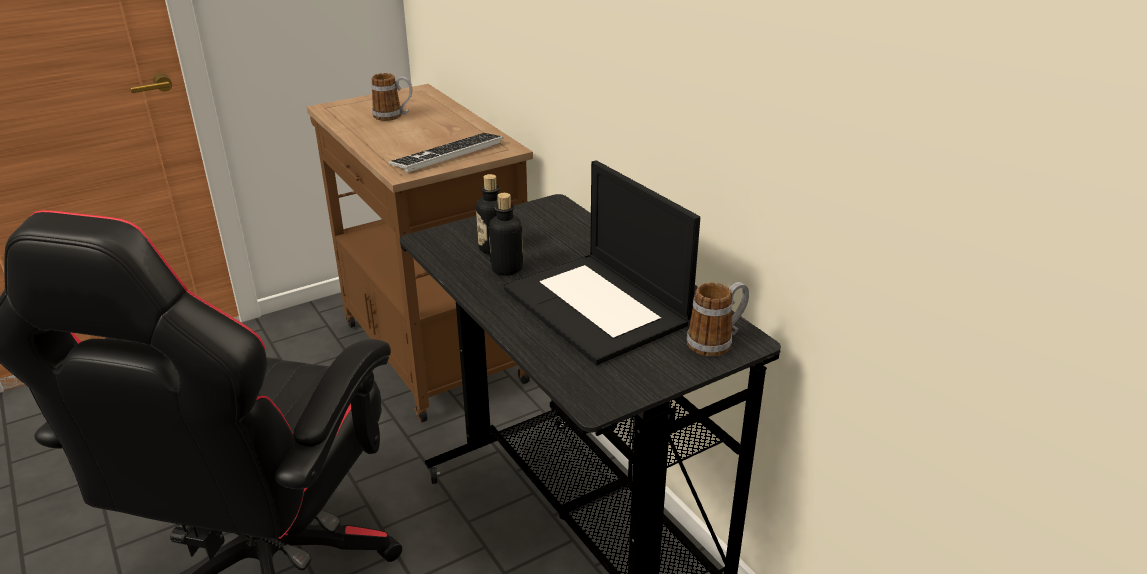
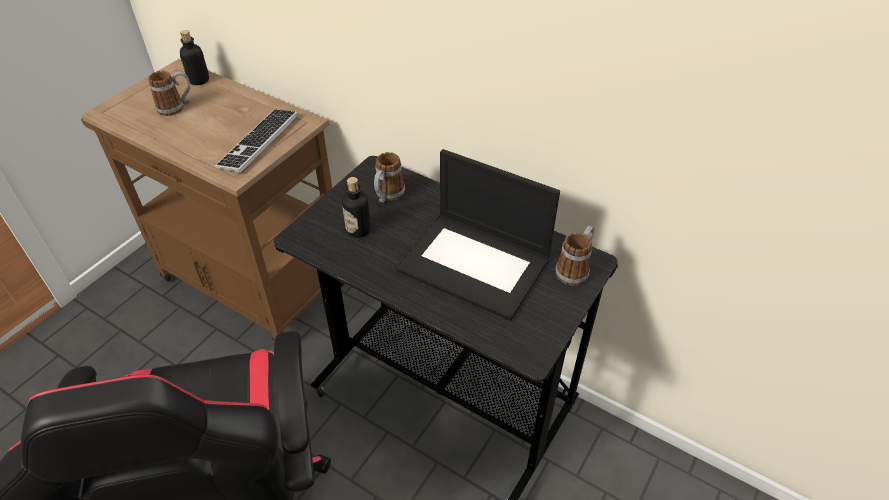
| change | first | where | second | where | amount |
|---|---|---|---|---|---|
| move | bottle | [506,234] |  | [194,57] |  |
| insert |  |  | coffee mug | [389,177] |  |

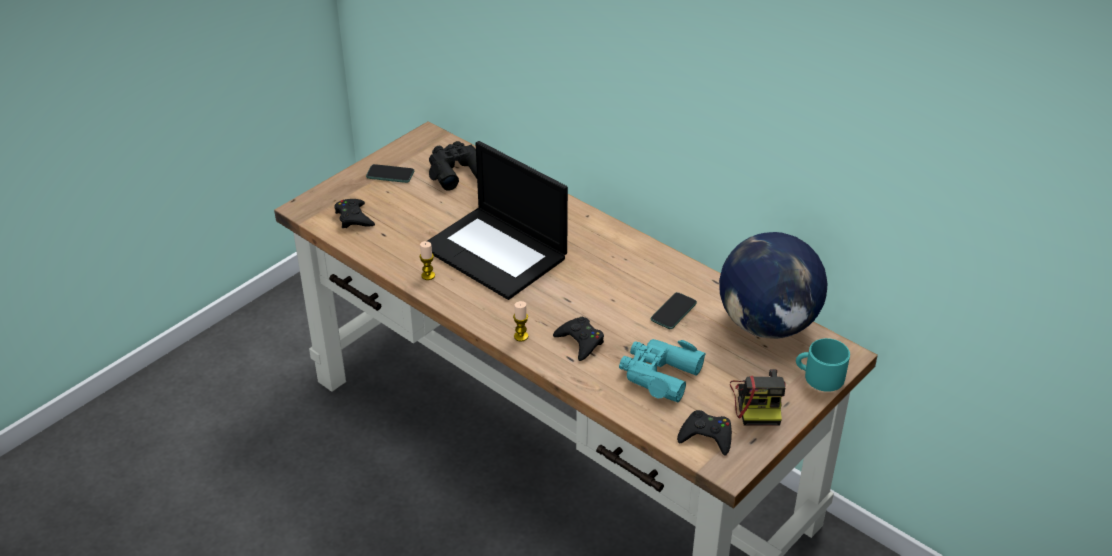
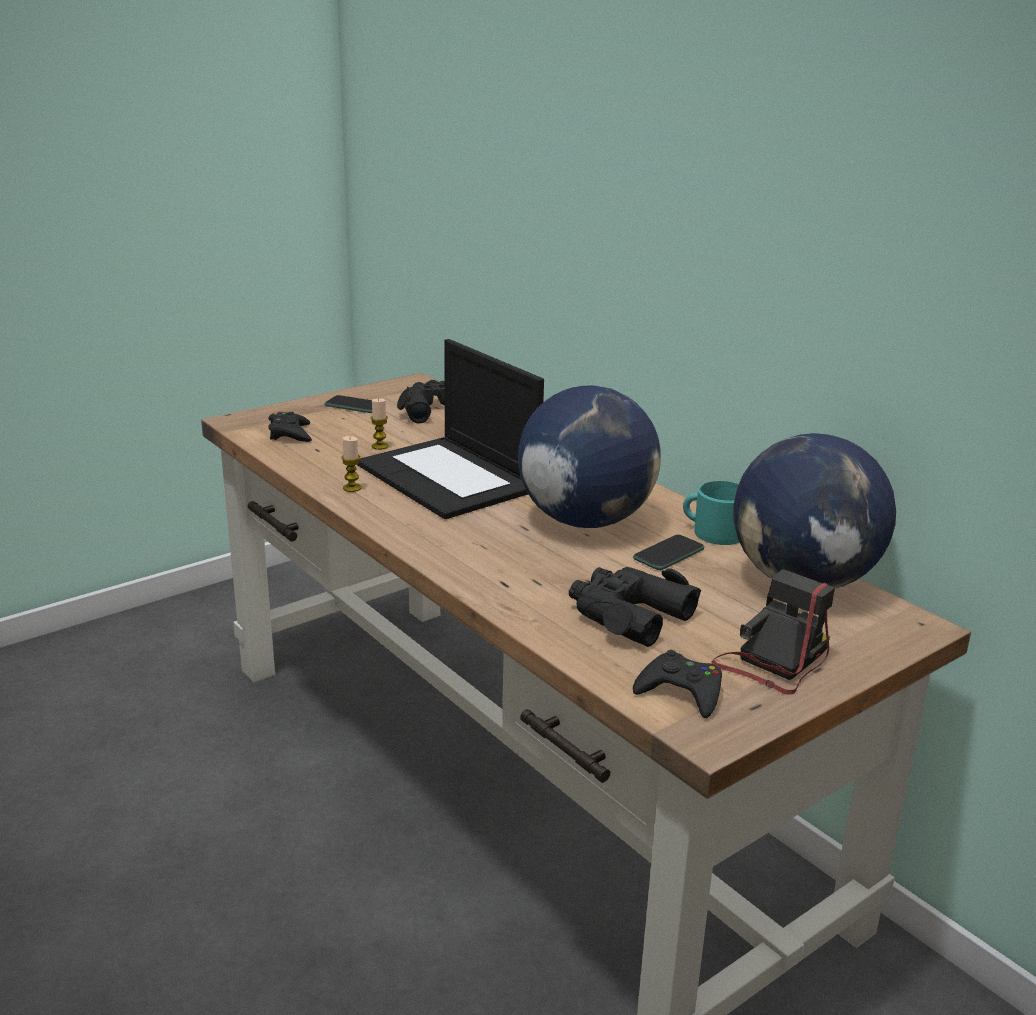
| change | first | where | second | where | amount |
|---|---|---|---|---|---|
| move | candle | [520,321] |  | [379,424] |  |
| insert |  |  | globe | [589,456] |  |
| recolor | field glasses/turquoise-coloured | [662,370] | field glasses/black | [635,607] |  |
| move | coffee mug/turquoise-coloured | [823,365] |  | [711,513] |  |
| rotate | still camera | [758,397] |  | [773,632] | 150 degrees counterclockwise |
| delete | gamepad/black | [578,339] |  |  |  |

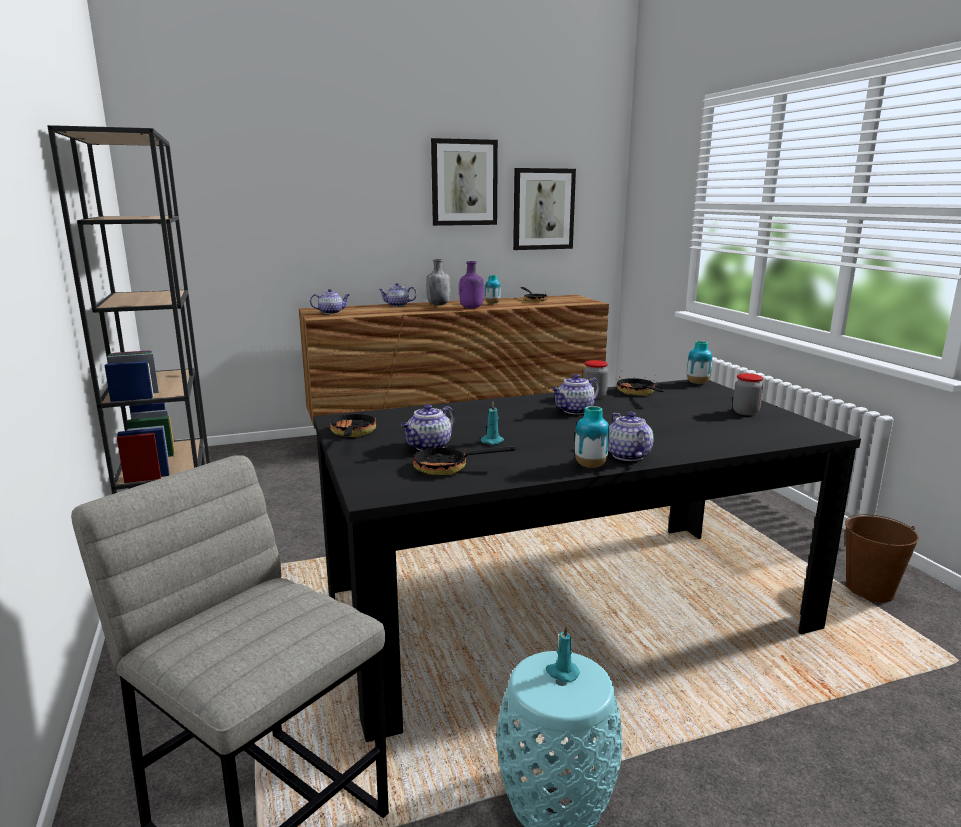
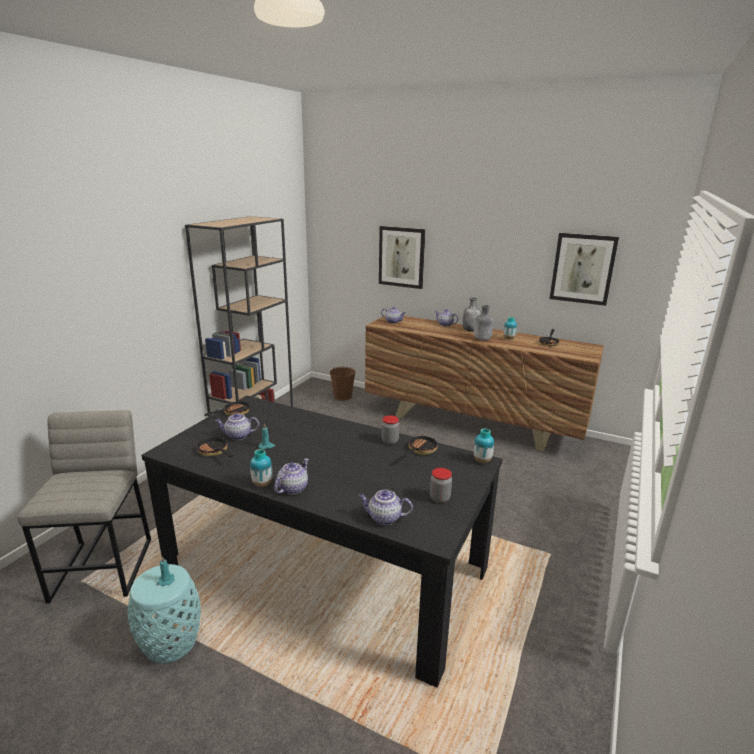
| change | first | where | second | where | amount |
|---|---|---|---|---|---|
| move | bucket/brown | [882,558] |  | [343,384] |  |
| move | tea pot | [575,394] |  | [385,507] |  |
| move | wall art | [464,182] |  | [402,257] |  |
| recolor | bottle/purple-coloured | [471,284] | bottle/grey | [484,323] |  |

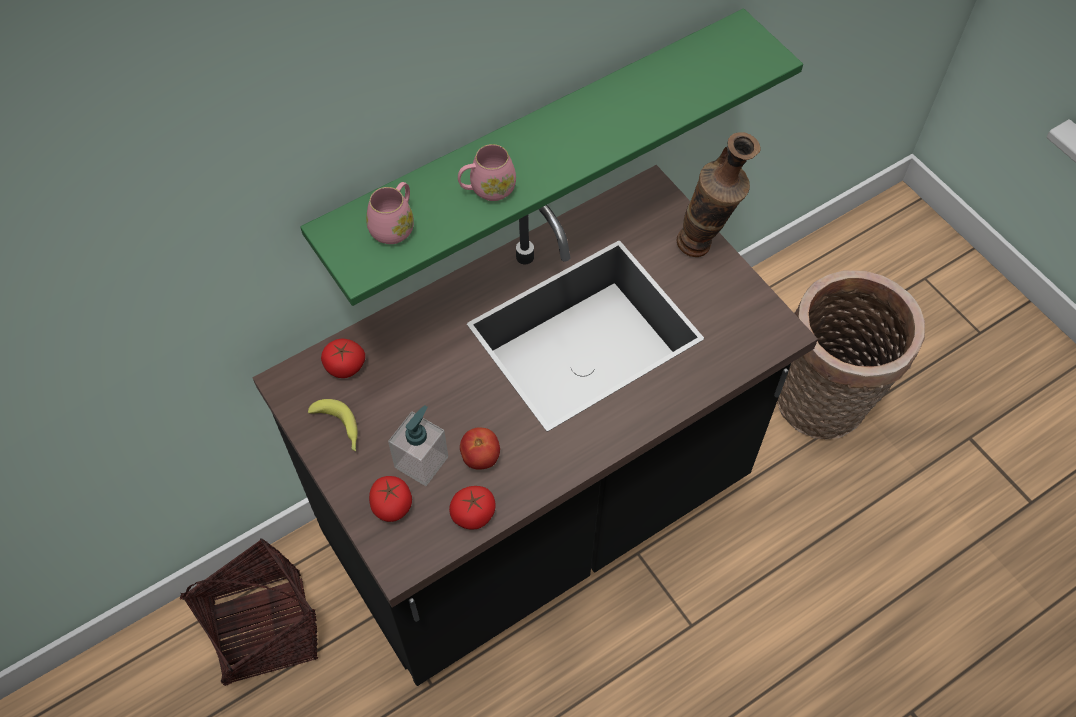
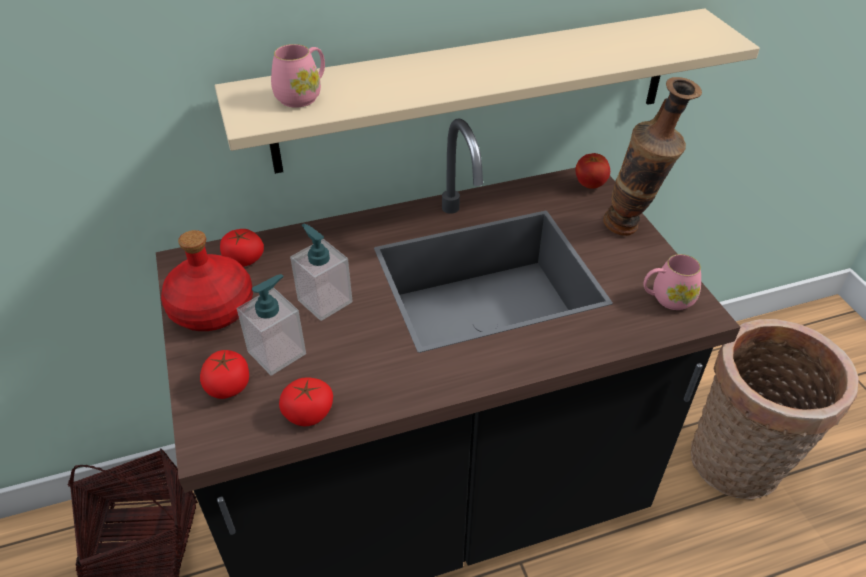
| change | first | where | second | where | amount |
|---|---|---|---|---|---|
| replace | banana | [333,425] | bottle/red-coloured | [207,280] |  |
| recolor | shelf/greenish | [551,157] | shelf/sand-coloured | [487,91] |  |
| insert |  |  | soap bottle | [321,272] |  |
| move | fresh tomato | [480,448] |  | [592,171] |  |
| move | coffee mug/pink-coloured | [487,172] |  | [672,282] |  |

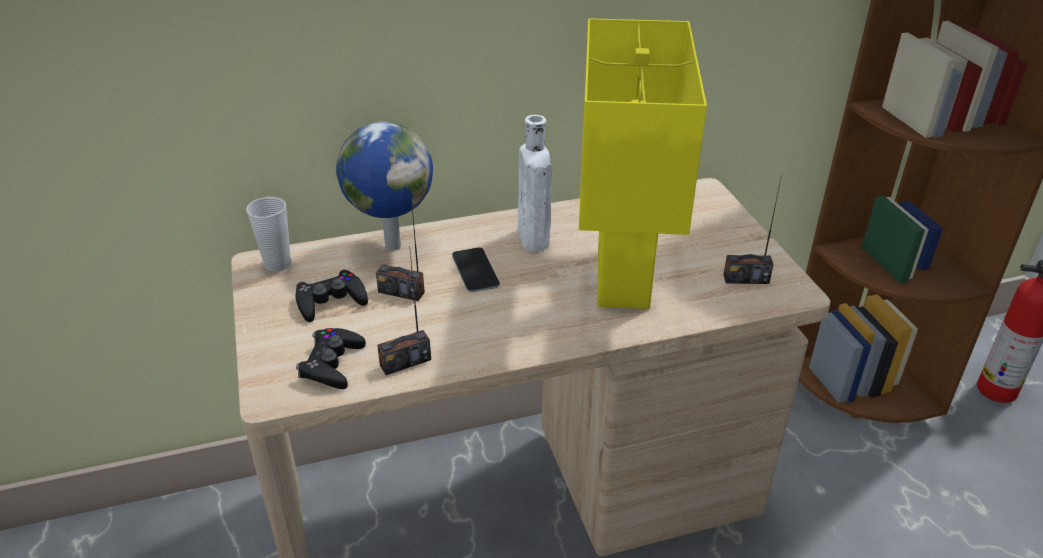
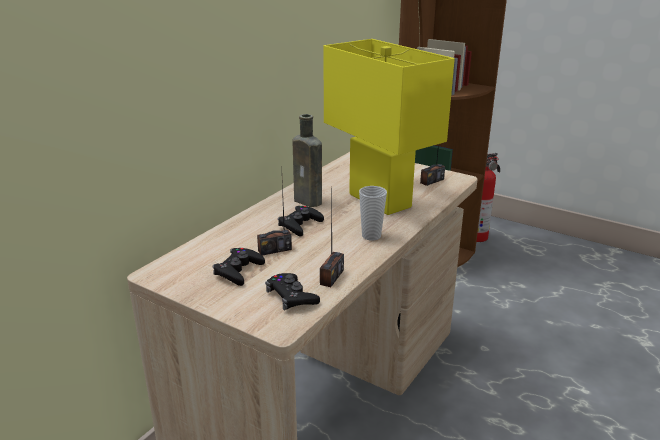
| change | first | where | second | where | amount |
|---|---|---|---|---|---|
| replace | phone | [476,269] | gamepad/black | [301,221] |  |
| recolor | bottle/whitish | [535,183] | bottle/brown | [307,160] |  |
| move | cup | [268,234] |  | [373,213] |  |
| delete | globe | [384,186] |  |  |  |

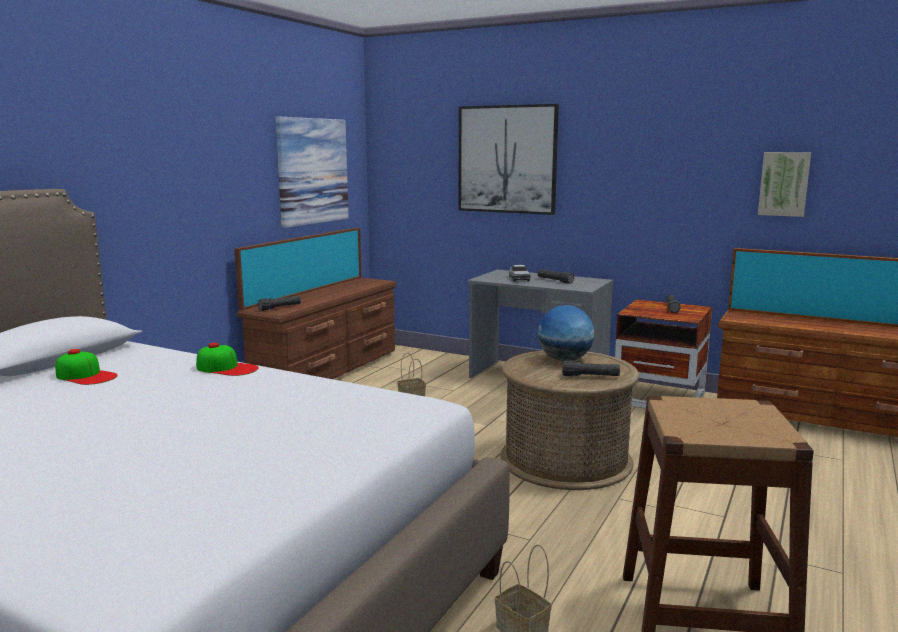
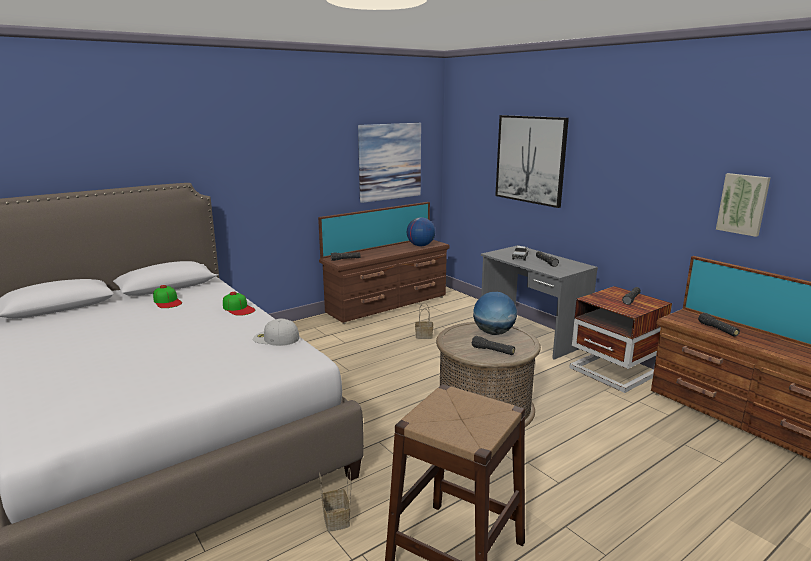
| change | first | where | second | where | amount |
|---|---|---|---|---|---|
| insert |  |  | peaked cap/whitish | [276,332] |  |
| insert |  |  | globe | [421,231] |  |
| insert |  |  | flashlight/black | [719,325] |  |

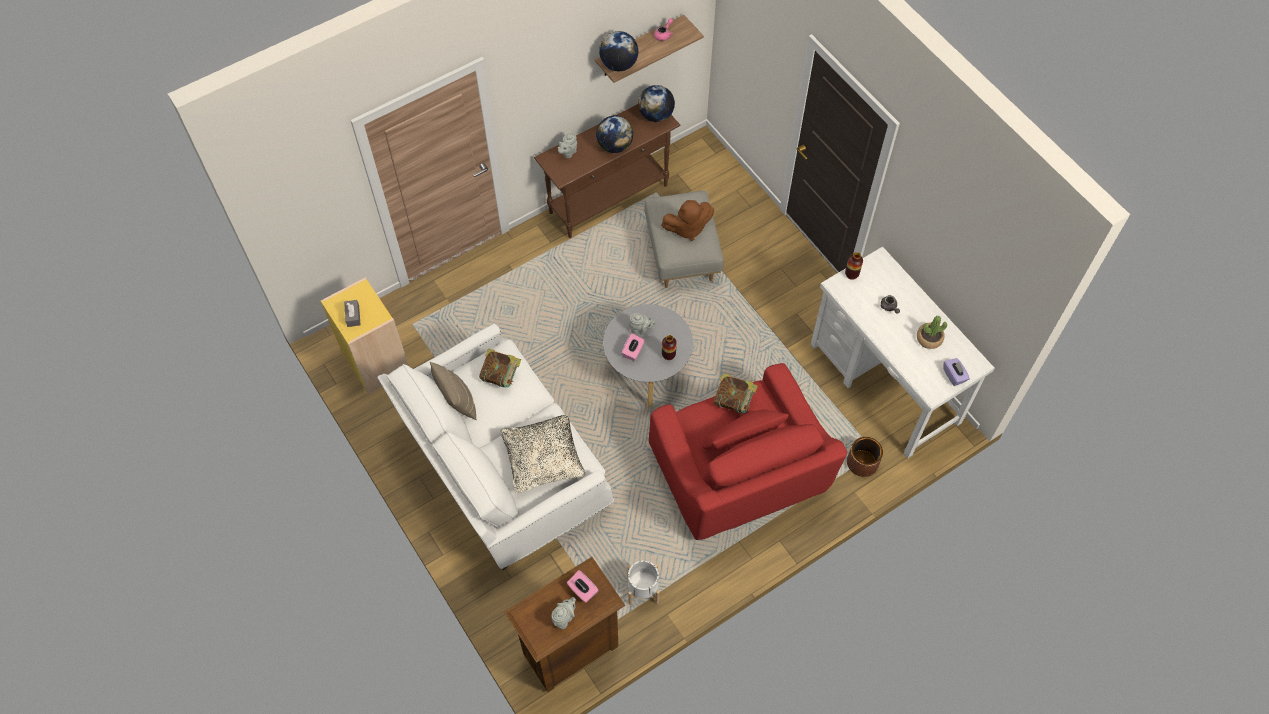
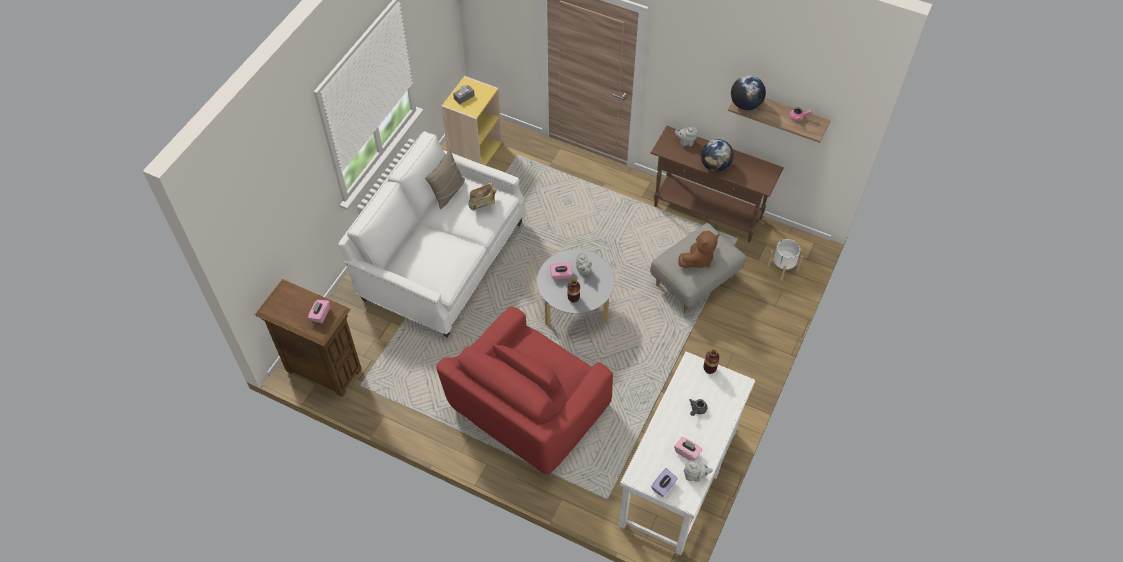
| change | first | where | second | where | amount |
|---|---|---|---|---|---|
| replace | plant in a pot | [932,332] | tissue holder/pink-coloured | [688,449] |  |
| rotate | cuddly toy/brown | [687,220] |  | [698,249] | 90 degrees counterclockwise |
| move | tea pot/grey | [563,613] |  | [698,471] |  |
| move | flower pot/whitish | [643,582] |  | [785,260] |  |
| delete | cushion/sand-coloured | [543,454] |  |  |  |
| delete | globe | [656,103] |  |  |  |
| delete | volume | [736,393] |  |  |  |
| delete | flower pot/brown | [865,457] |  |  |  |

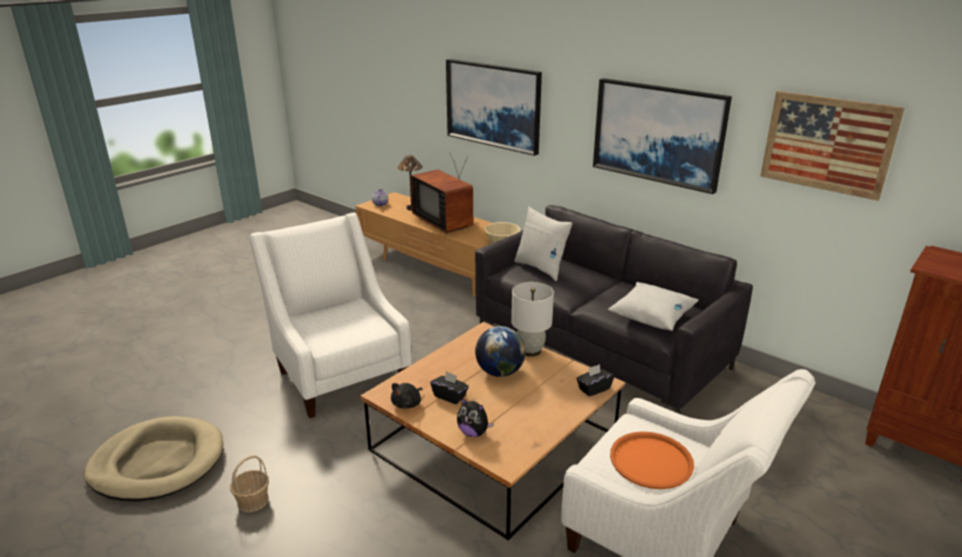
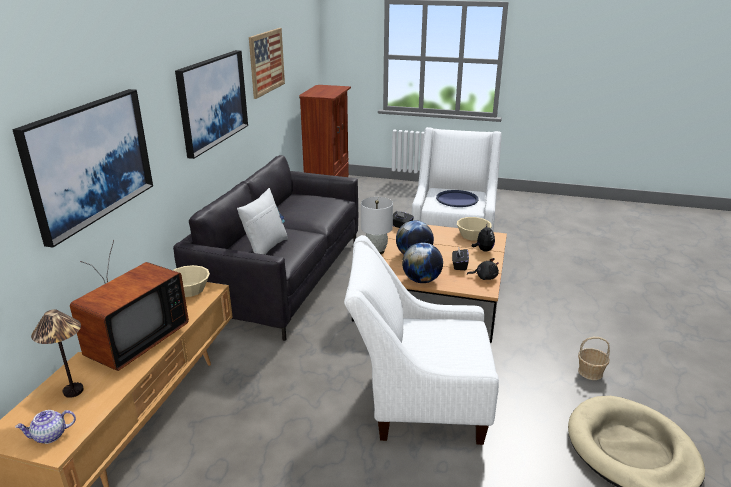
| change | first | where | second | where | amount |
|---|---|---|---|---|---|
| rotate | easy chair/whitish | [331,315] |  | [421,340] | 60 degrees clockwise |
| insert |  |  | globe | [422,263] |  |
| recolor | carrying tray/orangey | [652,460] | carrying tray/blue-coloured | [457,198] |  |
| insert |  |  | serving bowl/sand-coloured | [474,229] |  |
| delete | cushion/grey | [653,306] |  |  |  |

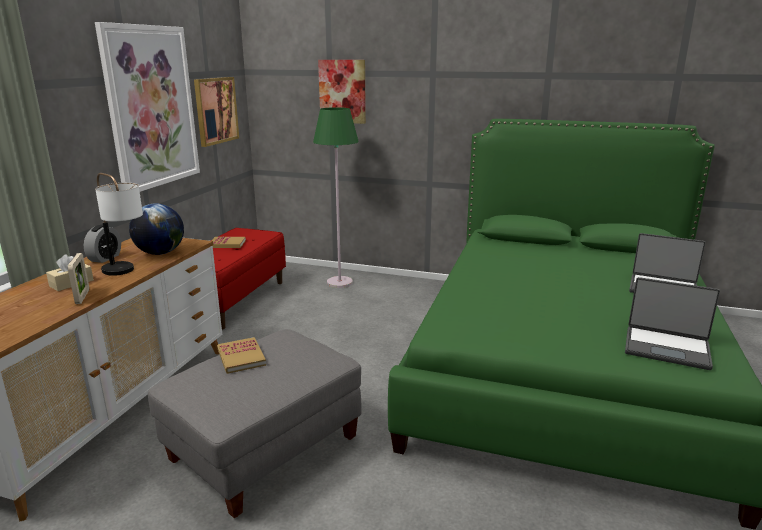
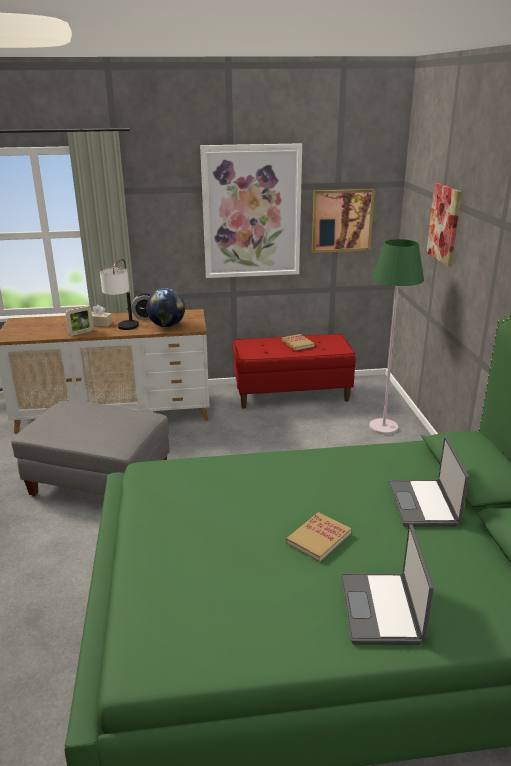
| change | first | where | second | where | amount |
|---|---|---|---|---|---|
| move | volume | [241,355] |  | [318,537] |  |
| move | portable computer | [672,323] |  | [428,482] |  |

